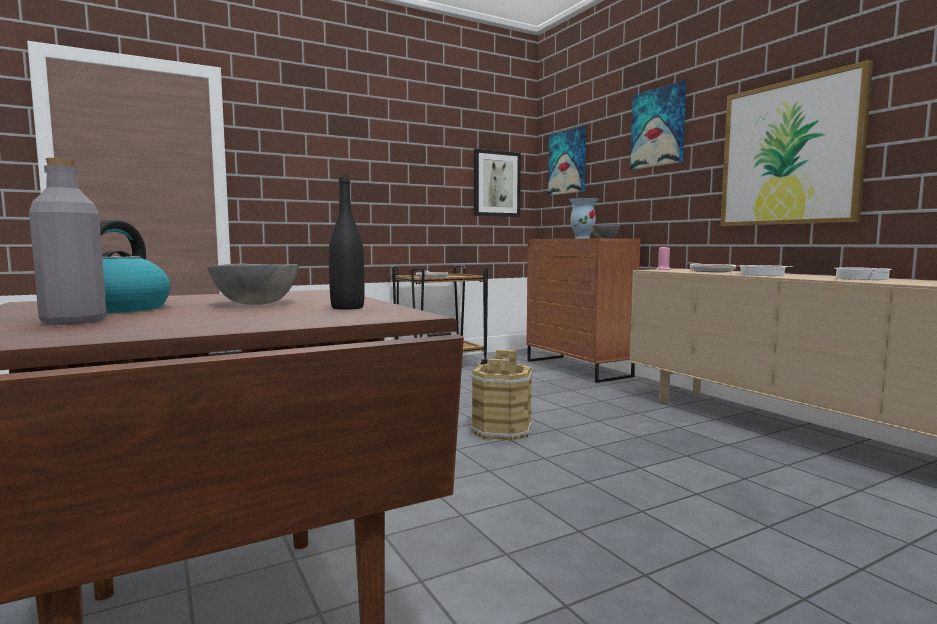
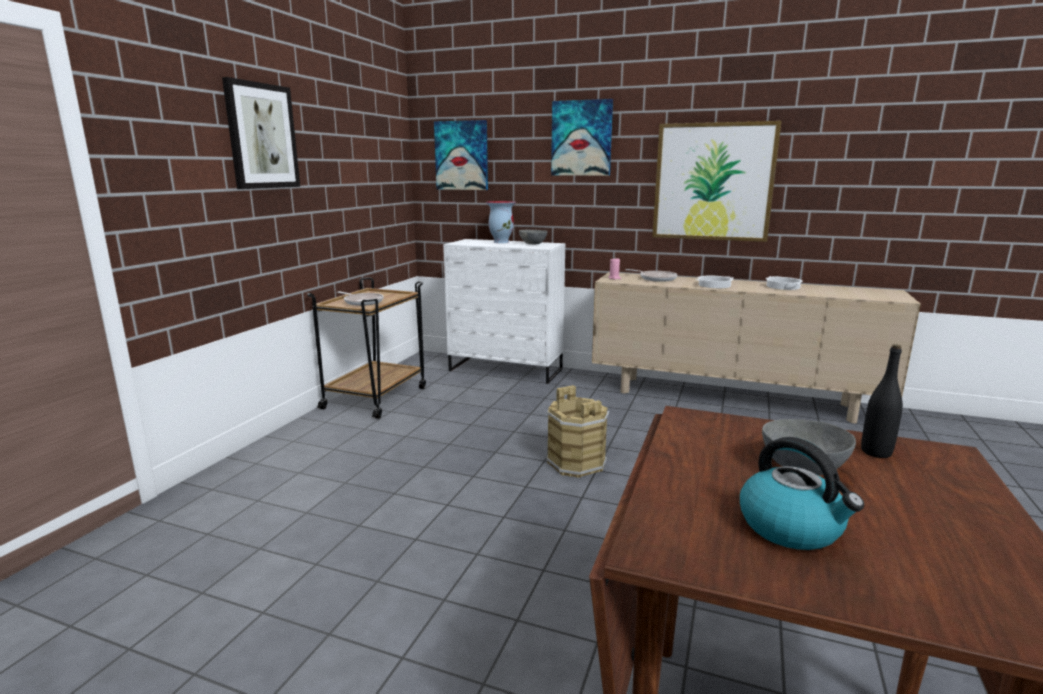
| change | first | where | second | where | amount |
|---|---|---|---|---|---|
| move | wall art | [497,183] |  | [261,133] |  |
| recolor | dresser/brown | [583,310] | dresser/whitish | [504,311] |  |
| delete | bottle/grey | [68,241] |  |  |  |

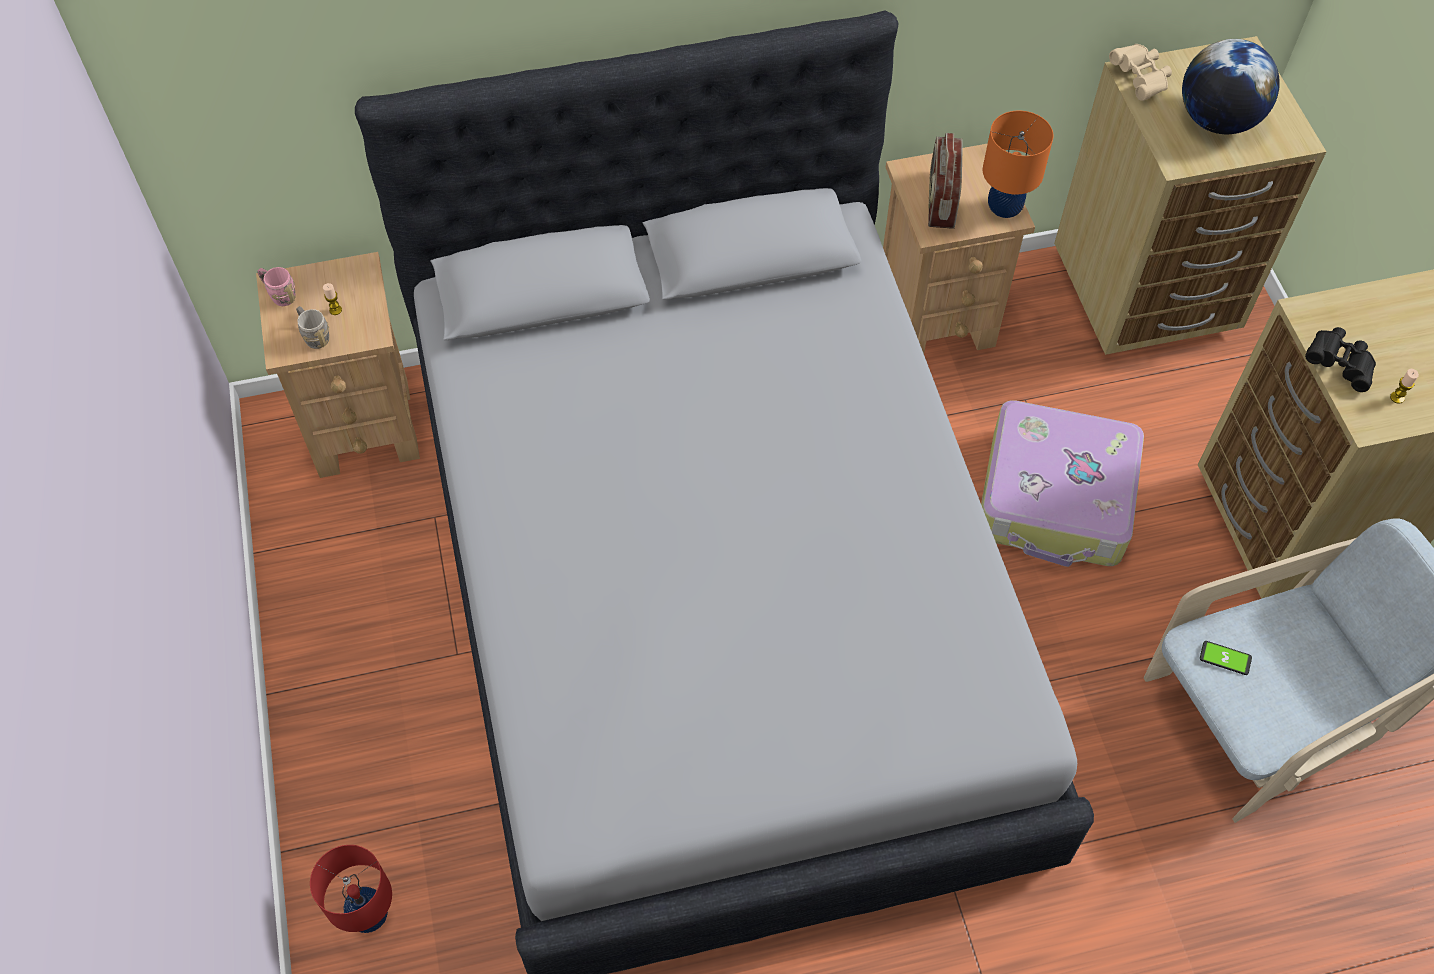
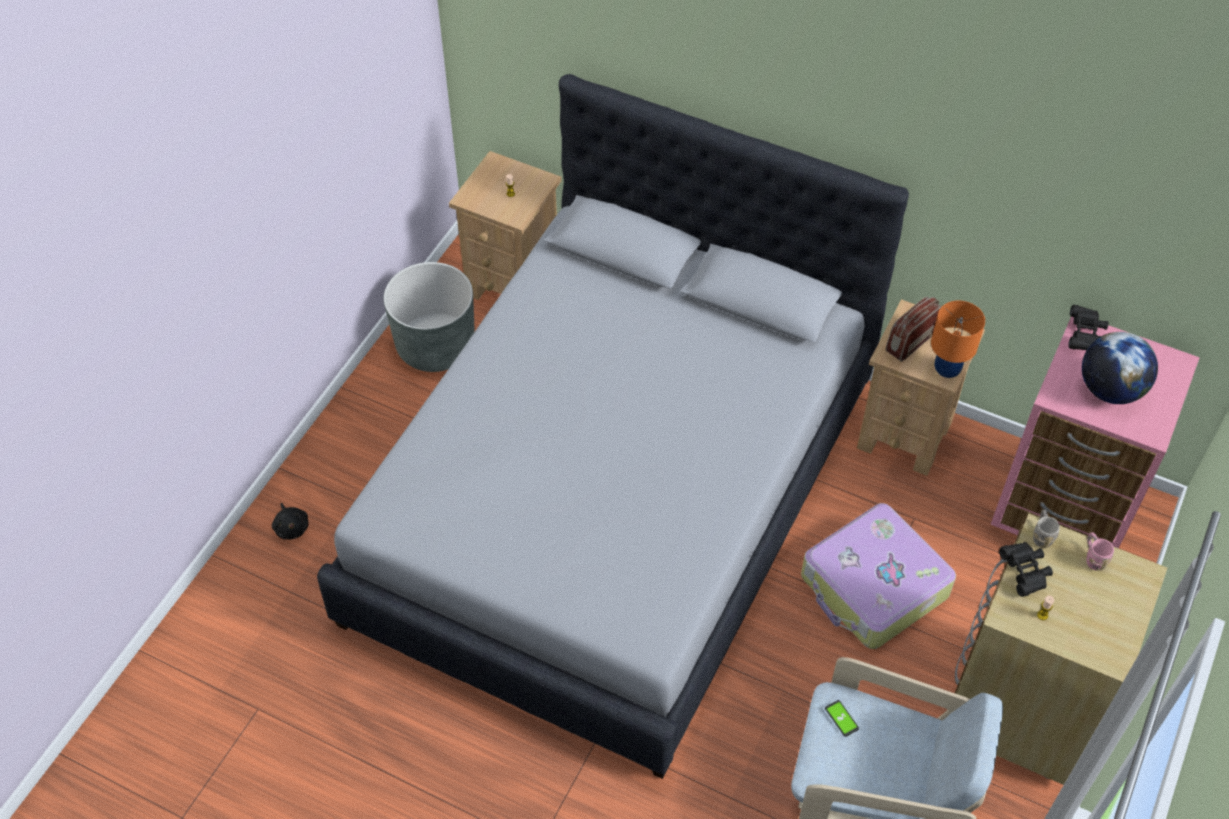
| change | first | where | second | where | amount |
|---|---|---|---|---|---|
| replace | lamp for a table/red-coloured | [351,889] | cuddly toy/black | [290,521] |  |
| insert |  |  | flower pot/grey | [429,317] |  |
| recolor | dresser/brown | [1190,195] | dresser/pink-coloured | [1095,432] |  |
| move | coffee mug/grey | [312,327] |  | [1046,529] |  |
| recolor | field glasses/sand-coloured | [1140,72] | field glasses/black | [1088,327] |  |
| move | coffee mug/pink-coloured | [276,286] |  | [1100,551] |  |

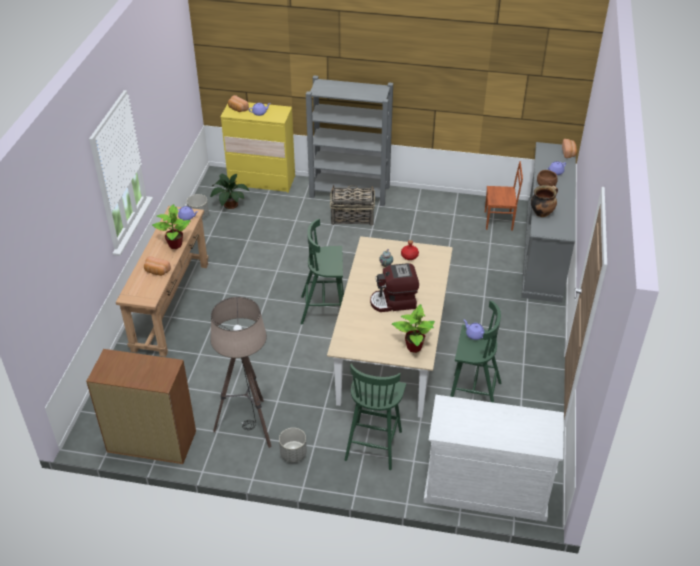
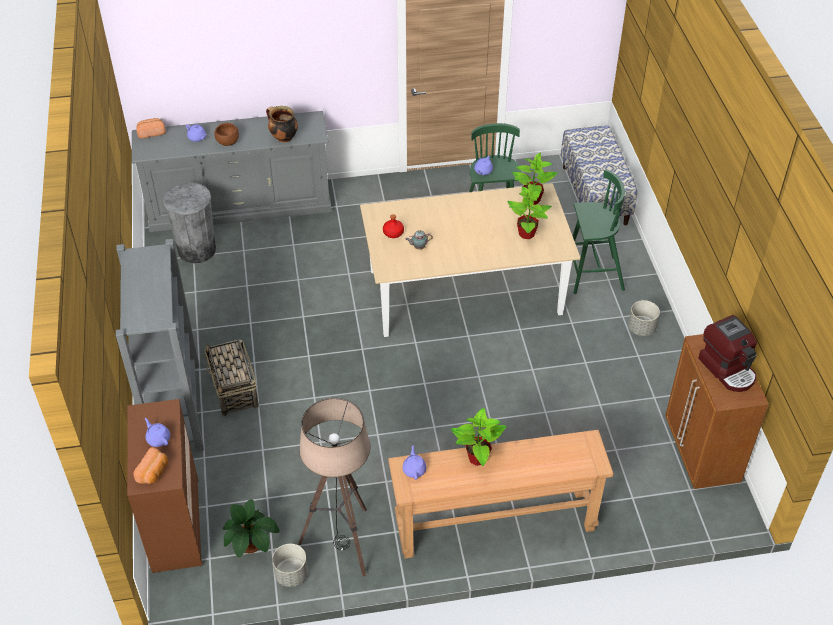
| change | first | where | second | where | amount |
|---|---|---|---|---|---|
| recolor | dresser/yellow-coloured | [257,147] | dresser/brown | [164,486] |  |
| replace | chair/brown | [504,196] | waste bin/grey | [189,223] |  |
| move | standard lamp | [240,372] |  | [334,487] |  |
| insert |  |  | plant in a pot | [529,212] |  |
| replace | dresser/whitish | [493,458] | long seat | [599,175] |  |
| move | coffee brewer | [394,287] |  | [727,353] |  |
| delete | bakery bread | [157,266] |  |  |  |
| delete | stool seat/greenish | [322,272] |  |  |  |

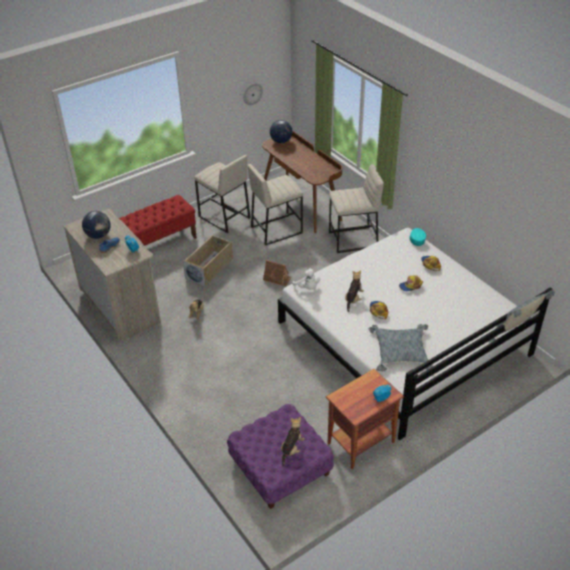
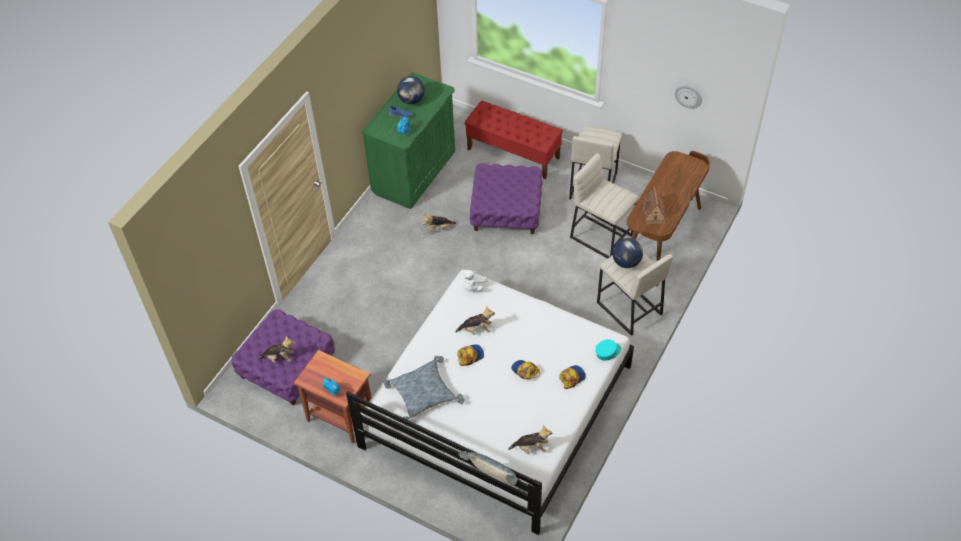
| change | first | where | second | where | amount |
|---|---|---|---|---|---|
| recolor | dresser/sand-coloured | [112,275] | dresser/greenish | [408,140] |  |
| replace | storage bin/sand-coloured | [208,261] | ottoman/purple-coloured | [506,198] |  |
| insert |  |  | cuddly toy | [530,440] |  |
| move | globe | [281,131] |  | [627,253] |  |
| move | model house | [277,273] |  | [653,205] |  |

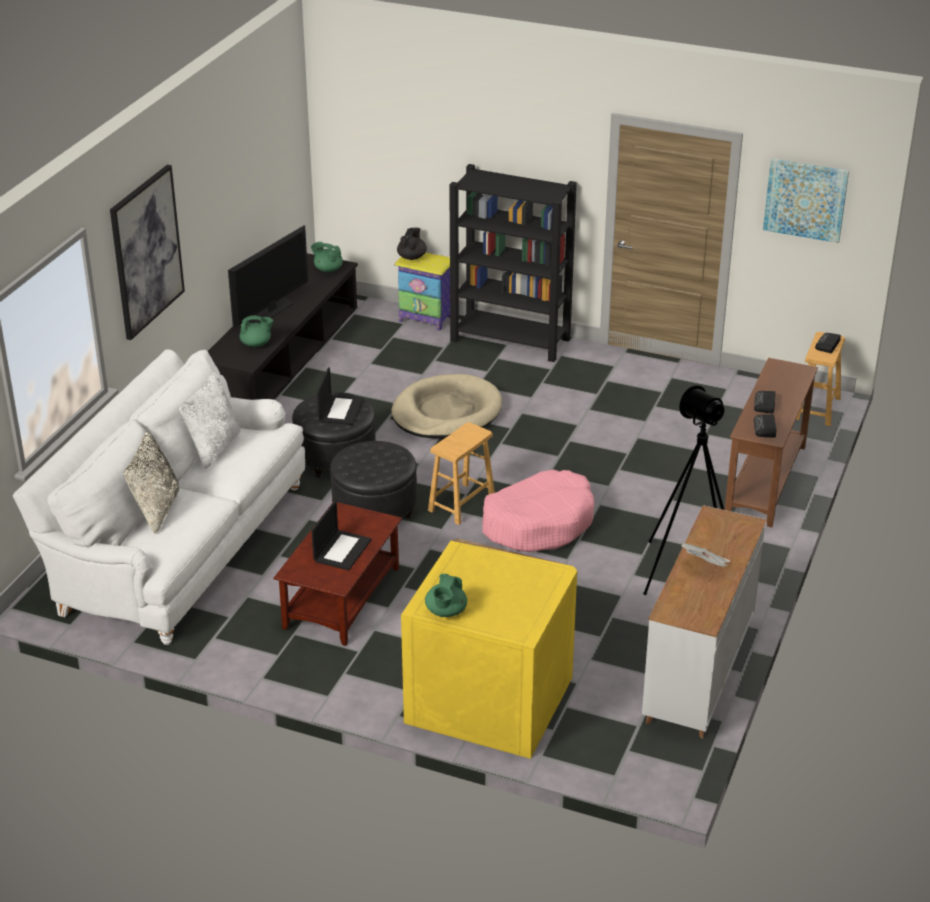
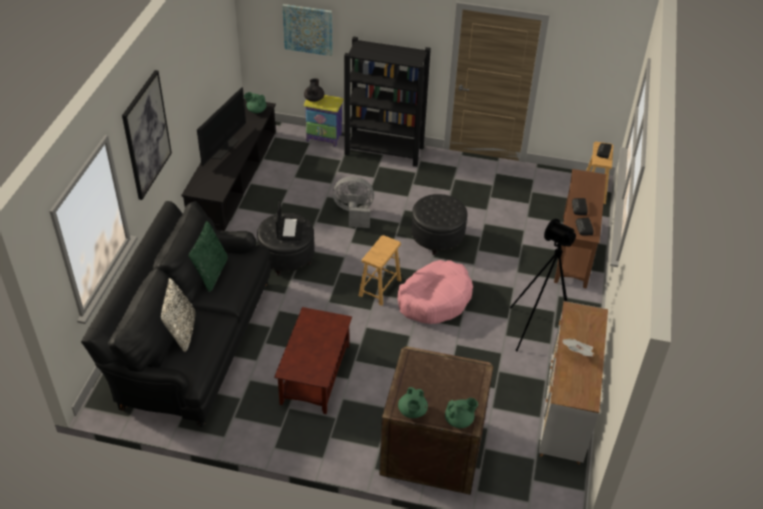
| change | first | where | second | where | amount |
|---|---|---|---|---|---|
| recolor | couch/whitish | [159,497] | couch/black | [176,314] |  |
| recolor | cushion/whitish | [210,420] | cushion/greenish | [208,256] |  |
| move | wall art | [806,200] |  | [307,30] |  |
| replace | pet bed/sand-coloured | [446,406] | fan/grey | [353,202] |  |
| recolor | dresser/yellow-coloured | [489,649] | dresser/brown | [436,420] |  |
| move | ottoman/black | [373,480] |  | [439,224] |  |
| move | tea pot/greenish | [256,331] |  | [461,413] |  |
| delete | portable computer | [342,535] |  |  |  |

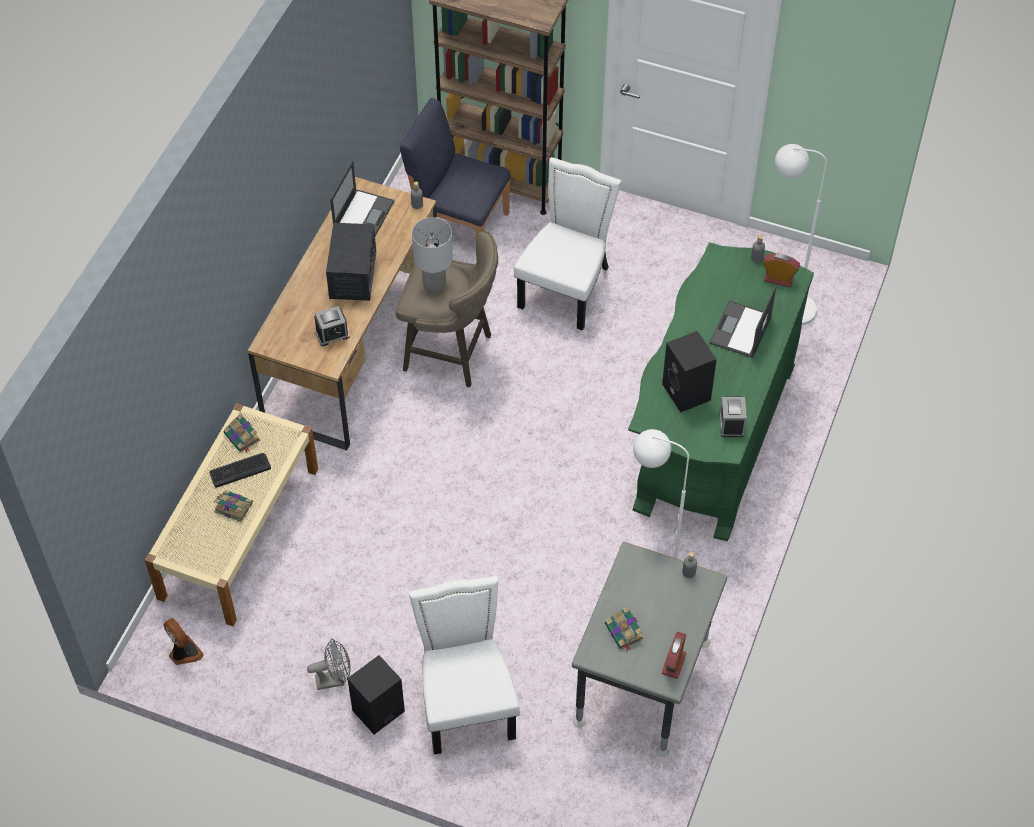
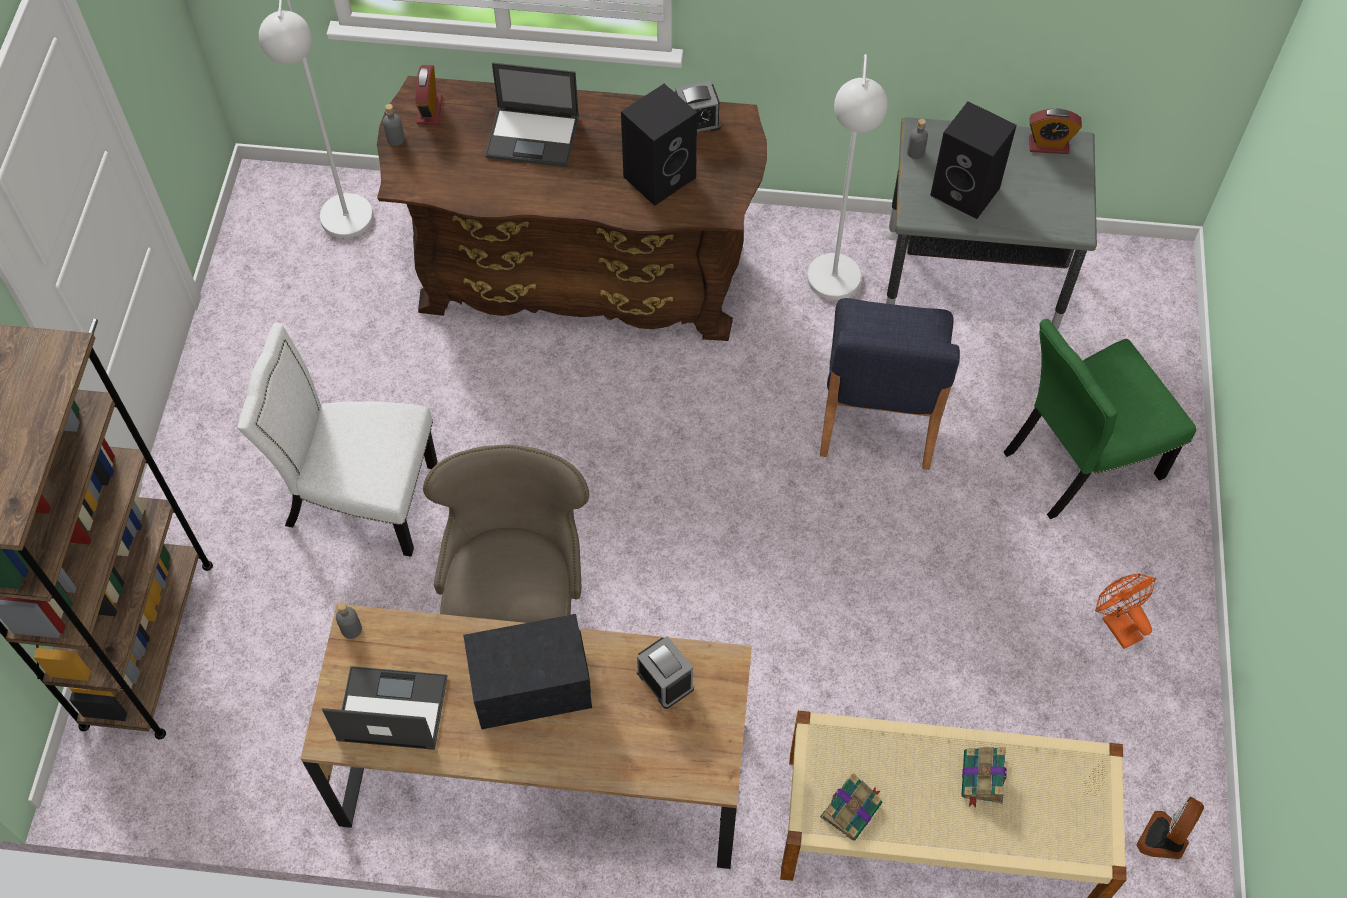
| change | first | where | second | where | amount |
|---|---|---|---|---|---|
| recolor | dresser/greenish | [721,391] | dresser/brown | [572,208] |  |
| move | chair/blue-coloured | [455,168] |  | [890,384] |  |
| move | loudspeaker/black | [376,694] |  | [973,160] |  |
| recolor | chair/whitish | [464,665] | chair/greenish | [1100,419] |  |
| recolor | fan/grey | [329,664] | fan/orangey | [1125,611] |  |
| delete | computer keyboard | [240,470] |  |  |  |
| delete | lamp for a table/grey | [432,254] |  |  |  |
| delete | volume | [624,629] |  |  |  |

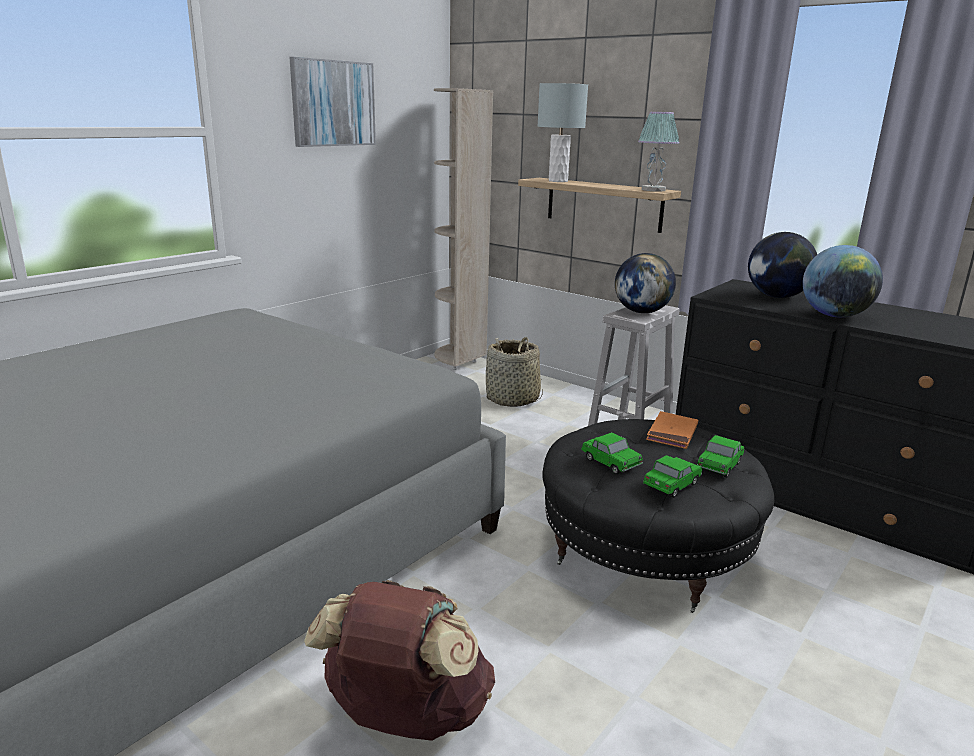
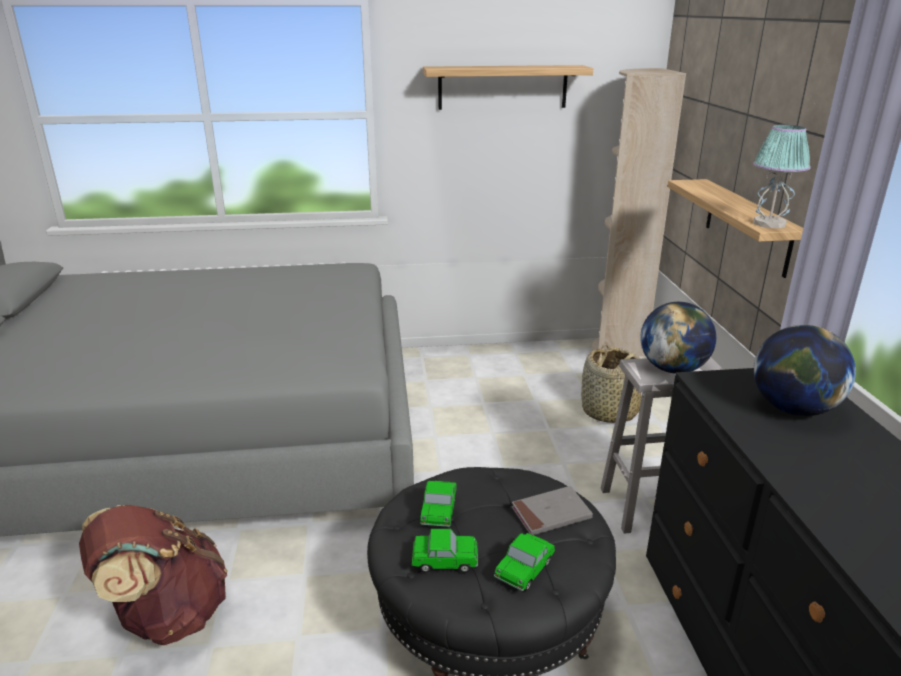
| change | first | where | second | where | amount |
|---|---|---|---|---|---|
| replace | wall art | [332,102] | shelf | [508,87] |  |
| rotate | model car | [720,456] |  | [524,562] | 45 degrees counterclockwise |
| recolor | volume/orangey | [672,430] | volume/grey | [552,510] |  |
| delete | lamp for a table/grey | [562,132] |  |  |  |
| delete | globe | [843,281] |  |  |  |

